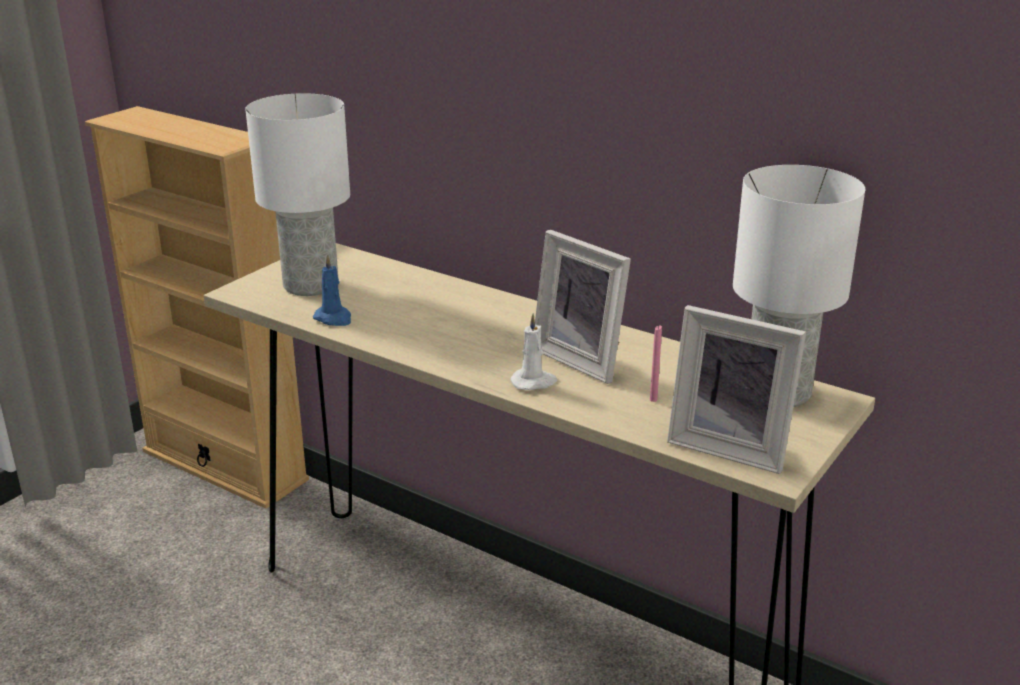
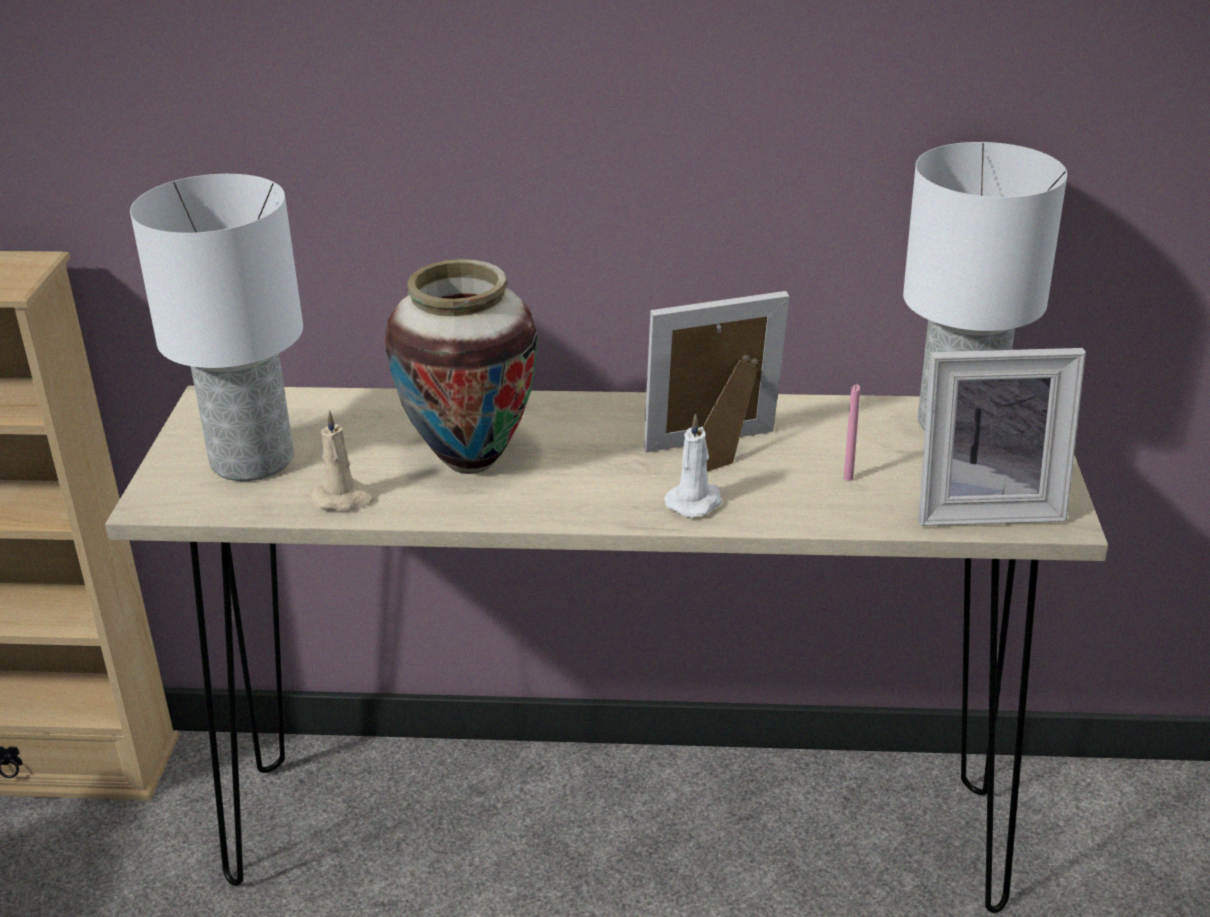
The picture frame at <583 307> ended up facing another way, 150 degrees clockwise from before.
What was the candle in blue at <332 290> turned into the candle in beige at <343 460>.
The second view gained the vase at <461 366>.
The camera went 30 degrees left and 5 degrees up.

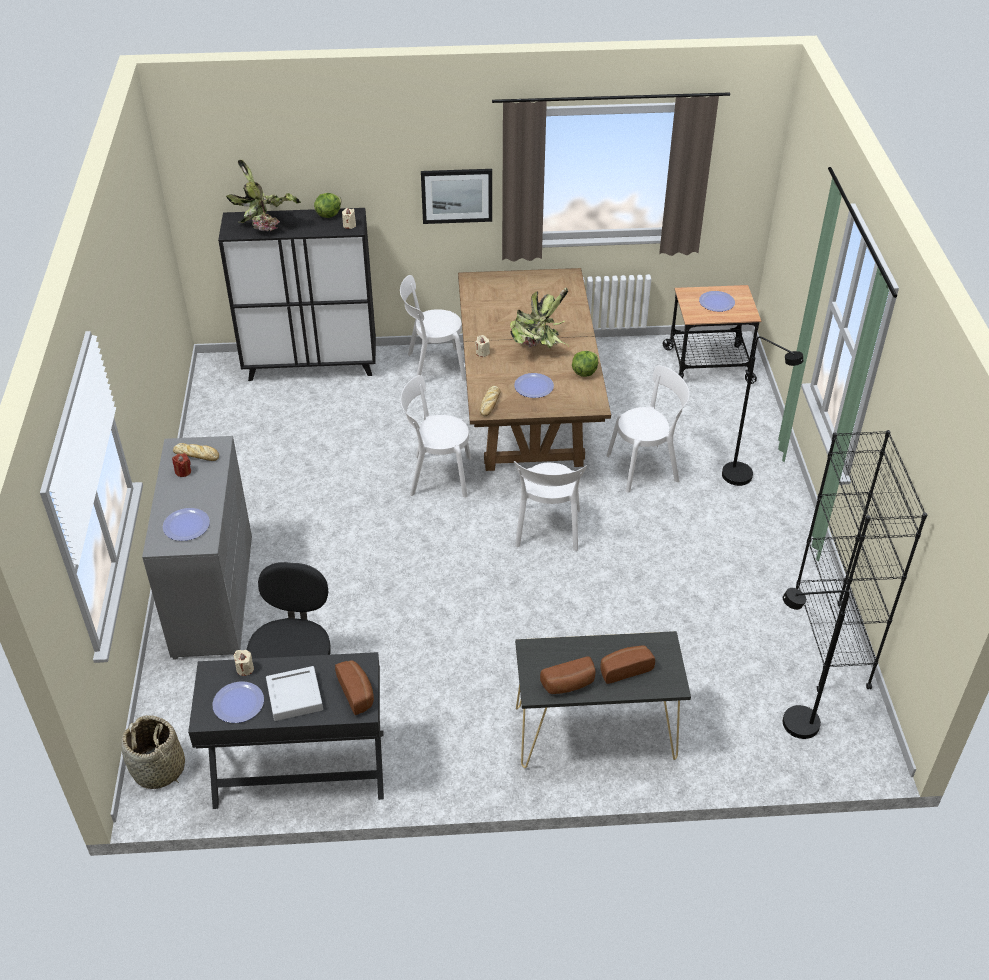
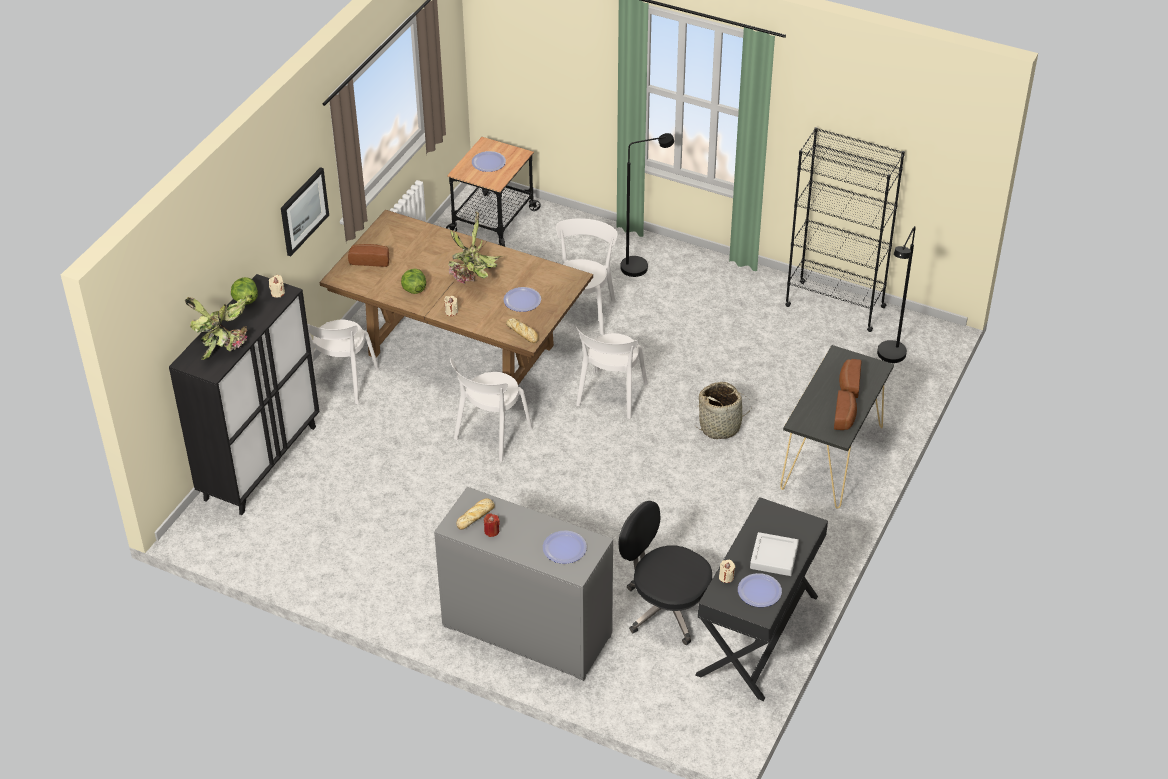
The lettuce ended up elsewhere, having gone from <585 364> to <413 281>.
The chair in white at <550 506> ended up facing another way, 75 degrees clockwise from before.
The bread ended up elsewhere, having gone from <354 687> to <368 255>.
The basket ended up elsewhere, having gone from <153 752> to <723 410>.
The camera went 60 degrees left and 0 degrees up.

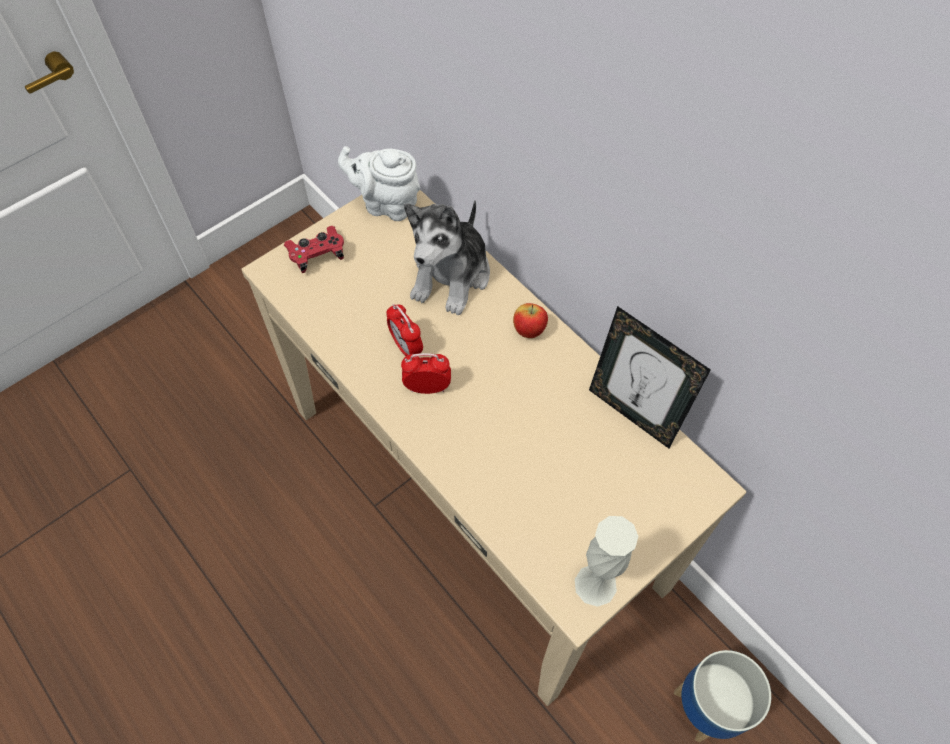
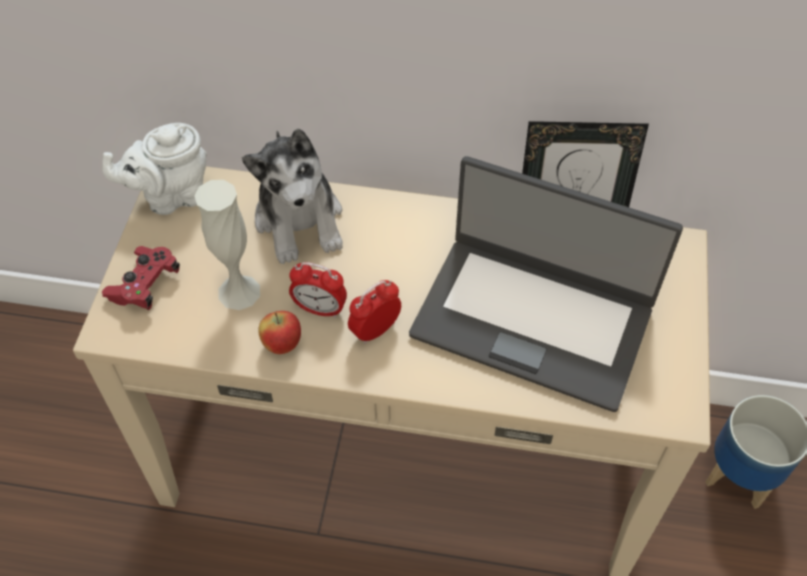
The apple ended up elsewhere, having gone from <530 320> to <279 332>.
The vase in white ended up elsewhere, having gone from <606 561> to <227 245>.
The second view gained the laptop at <546 284>.
The camera went 40 degrees left and 5 degrees down.

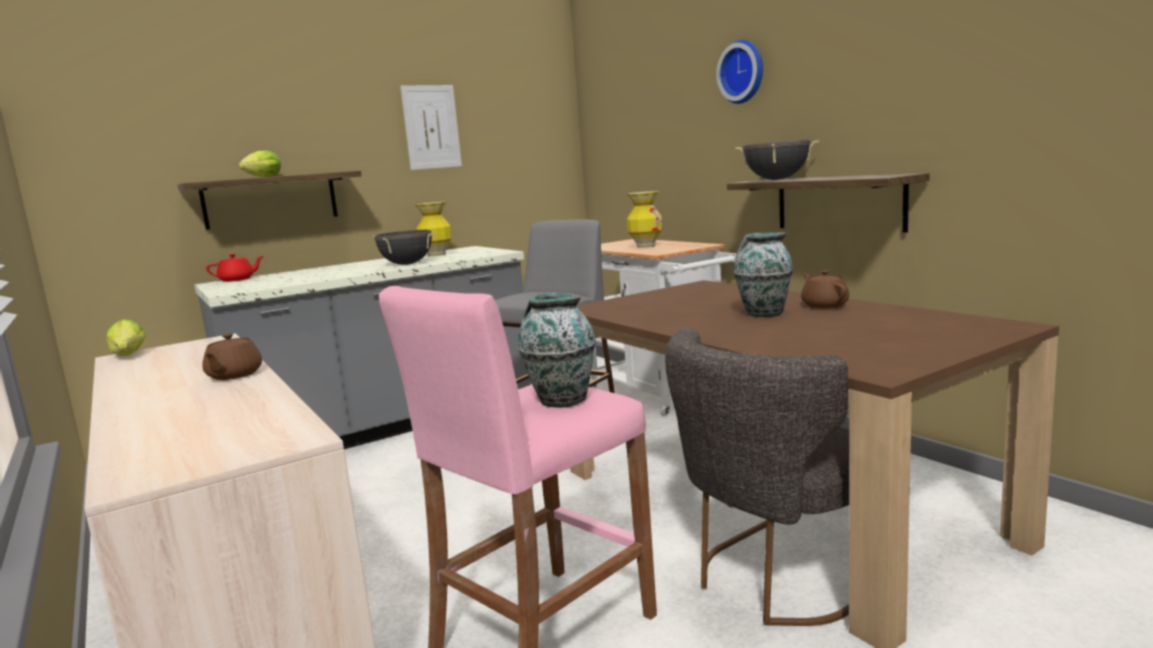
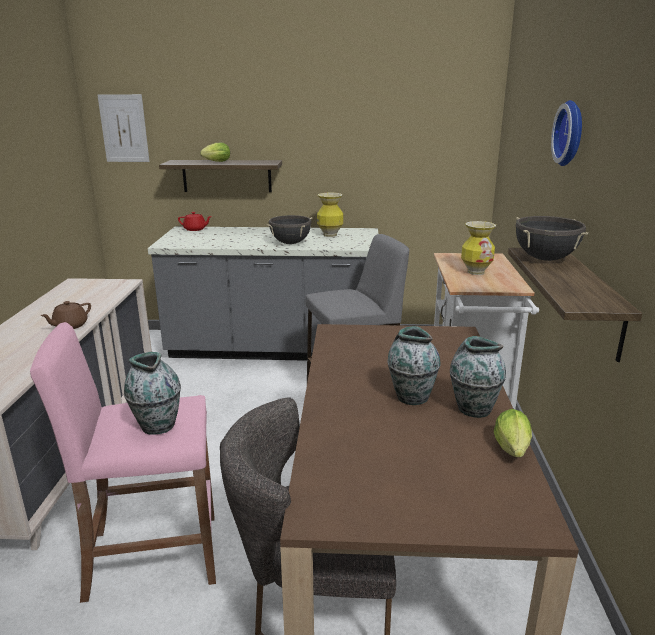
The picture ended up elsewhere, having gone from <431 127> to <123 128>.
Where the teapot in brown stood at <825 289>, the vase came to stand at <478 377>.
The lettuce ended up elsewhere, having gone from <126 337> to <513 433>.
The camera went 35 degrees right and 10 degrees up.

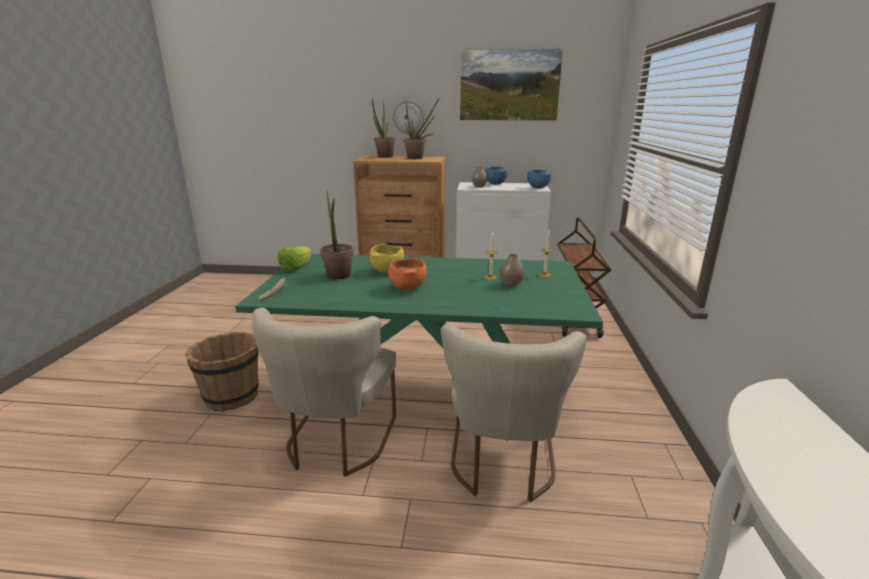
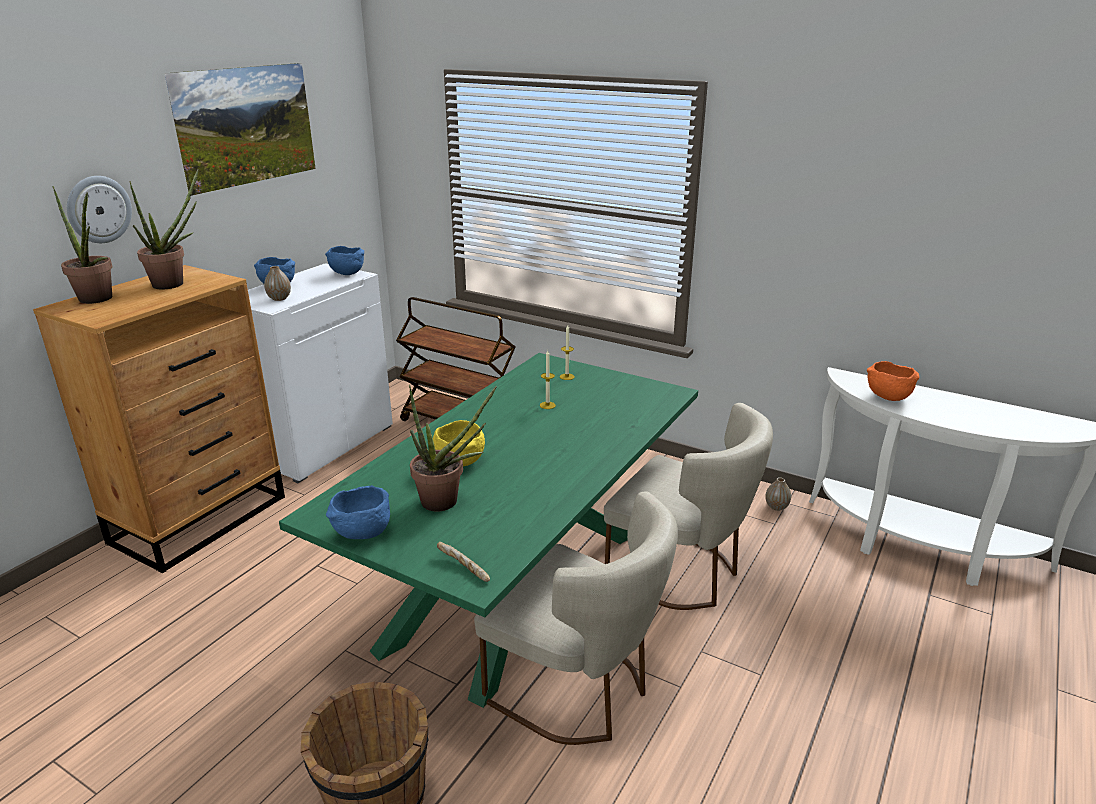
Where the lettuce stood at <294 258>, the bowl in blue came to stand at <358 512>.
The vase ended up elsewhere, having gone from <512 270> to <778 494>.
The bowl in orange ended up elsewhere, having gone from <407 274> to <893 381>.
The camera went 65 degrees left and 5 degrees up.

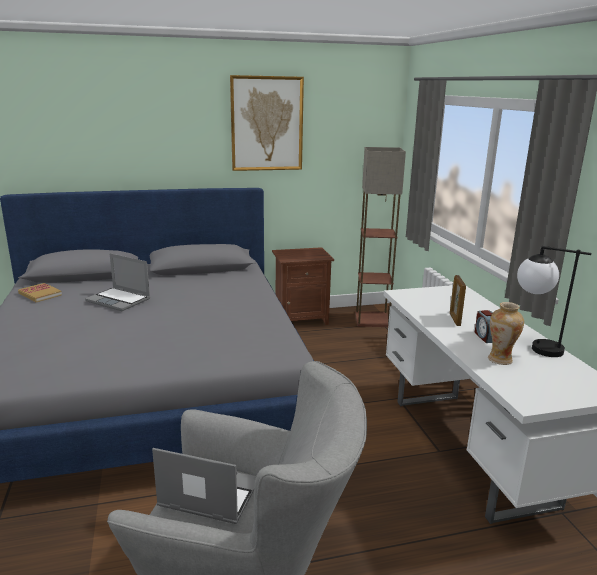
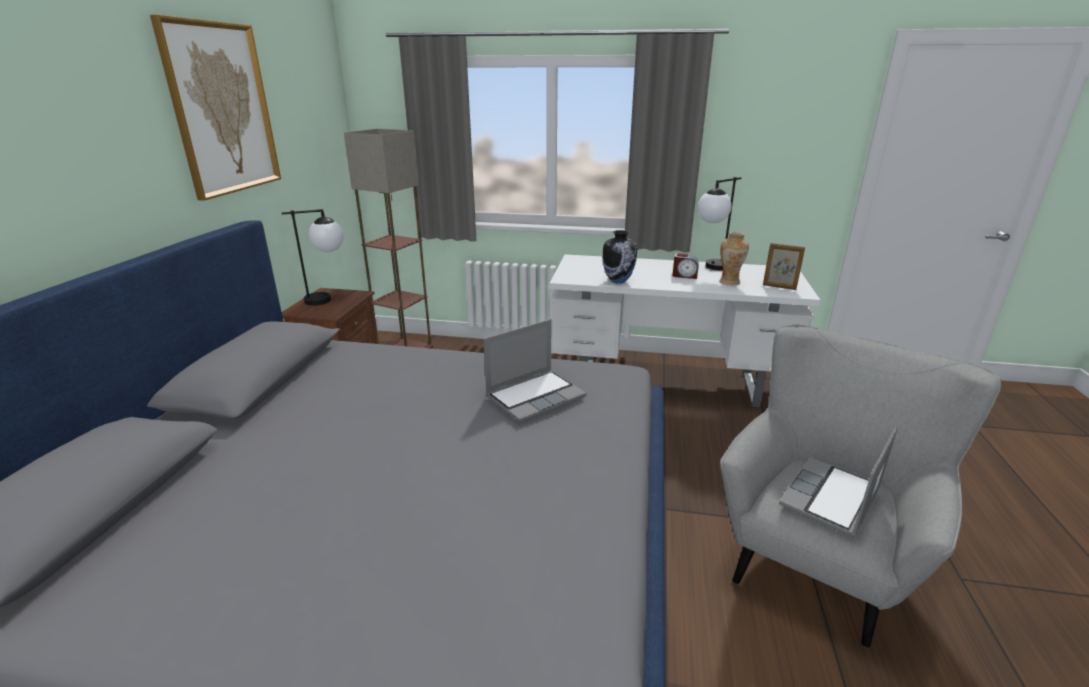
The laptop ended up elsewhere, having gone from <117 282> to <534 371>.
The picture frame ended up elsewhere, having gone from <458 300> to <784 266>.
The second view lost the book at <40 292>.
The second view gained the table lamp at <312 257>.
The second view gained the vase at <619 257>.
The camera went 65 degrees left and 5 degrees up.

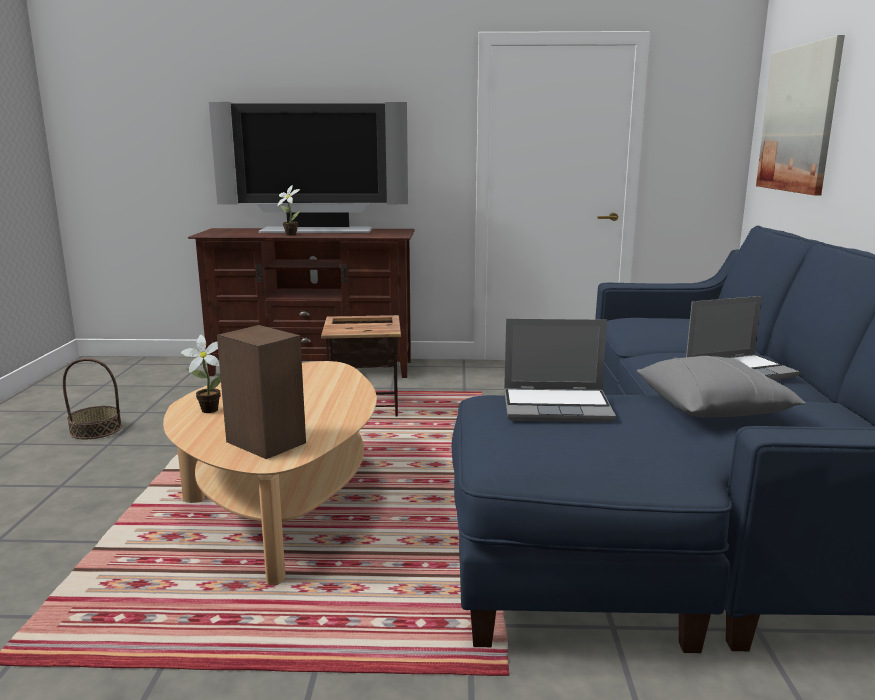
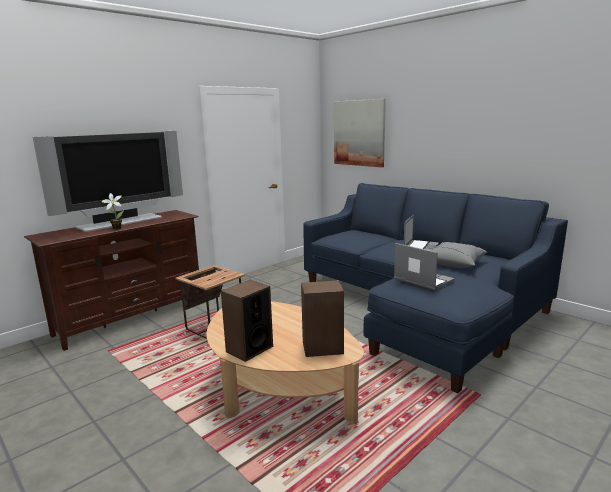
The laptop at <560 370> ended up facing another way, 90 degrees counterclockwise from before.
Where the potted plant stood at <201 374>, the speaker came to stand at <247 321>.
The second view lost the basket at <92 398>.
The camera went 45 degrees left and 0 degrees up.

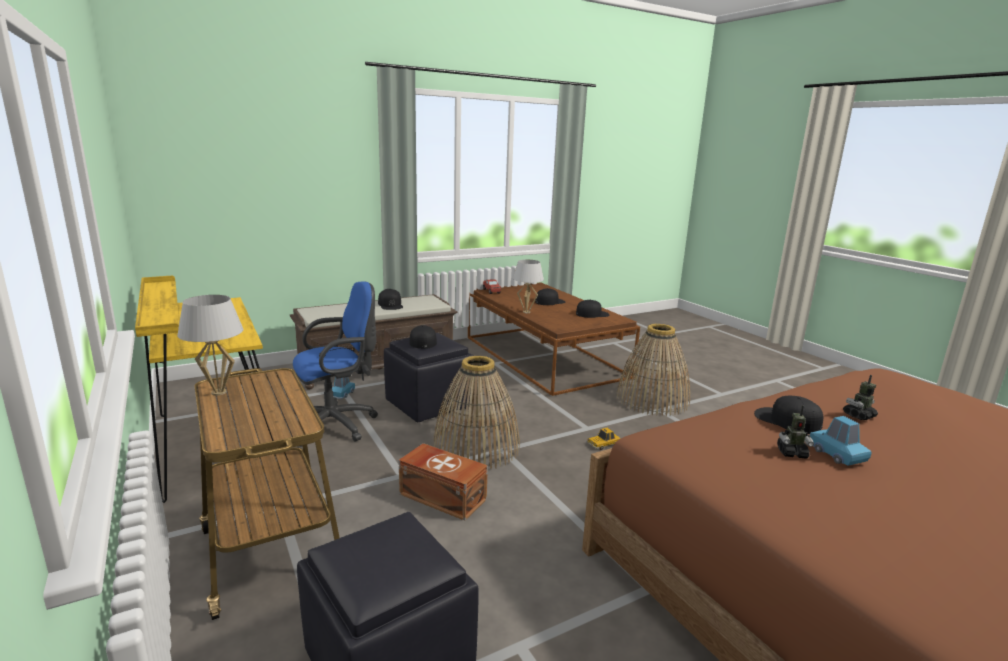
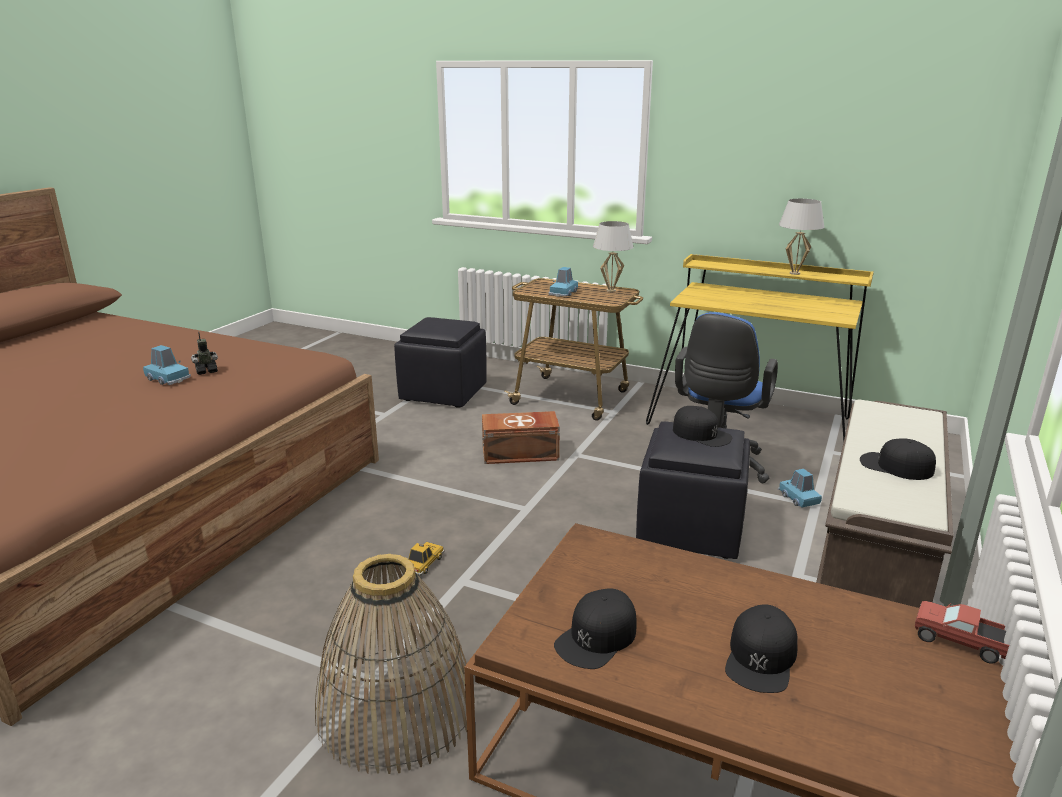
The table lamp in white ended up elsewhere, having gone from <528 286> to <801 237>.
The second view lost the basket at <476 412>.
The second view lost the toy robot at <860 397>.
The second view lost the cap in black at <788 415>.
The second view gained the toy car in blue at <563 282>.
The camera went 145 degrees right and 5 degrees up.

